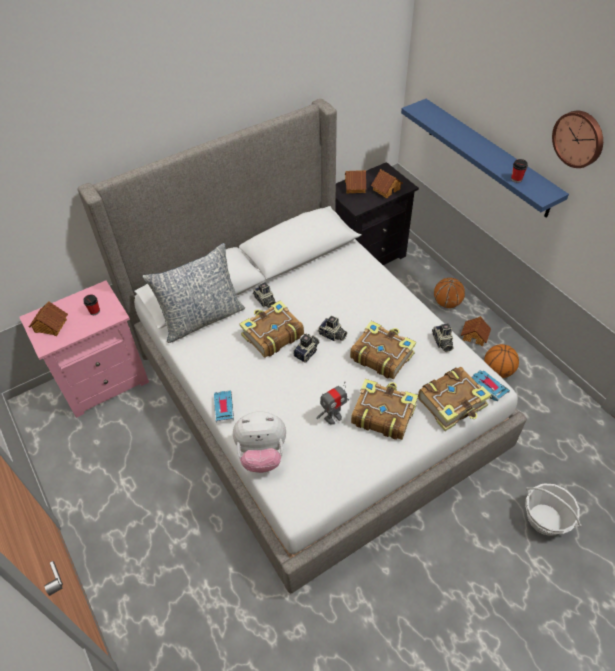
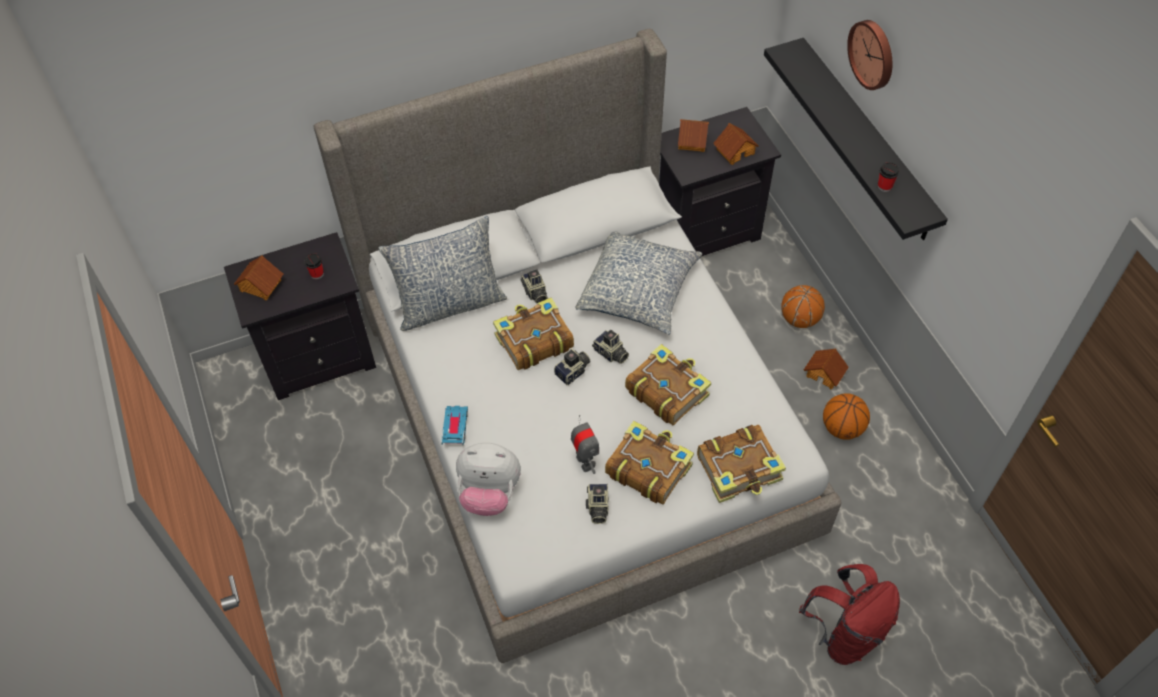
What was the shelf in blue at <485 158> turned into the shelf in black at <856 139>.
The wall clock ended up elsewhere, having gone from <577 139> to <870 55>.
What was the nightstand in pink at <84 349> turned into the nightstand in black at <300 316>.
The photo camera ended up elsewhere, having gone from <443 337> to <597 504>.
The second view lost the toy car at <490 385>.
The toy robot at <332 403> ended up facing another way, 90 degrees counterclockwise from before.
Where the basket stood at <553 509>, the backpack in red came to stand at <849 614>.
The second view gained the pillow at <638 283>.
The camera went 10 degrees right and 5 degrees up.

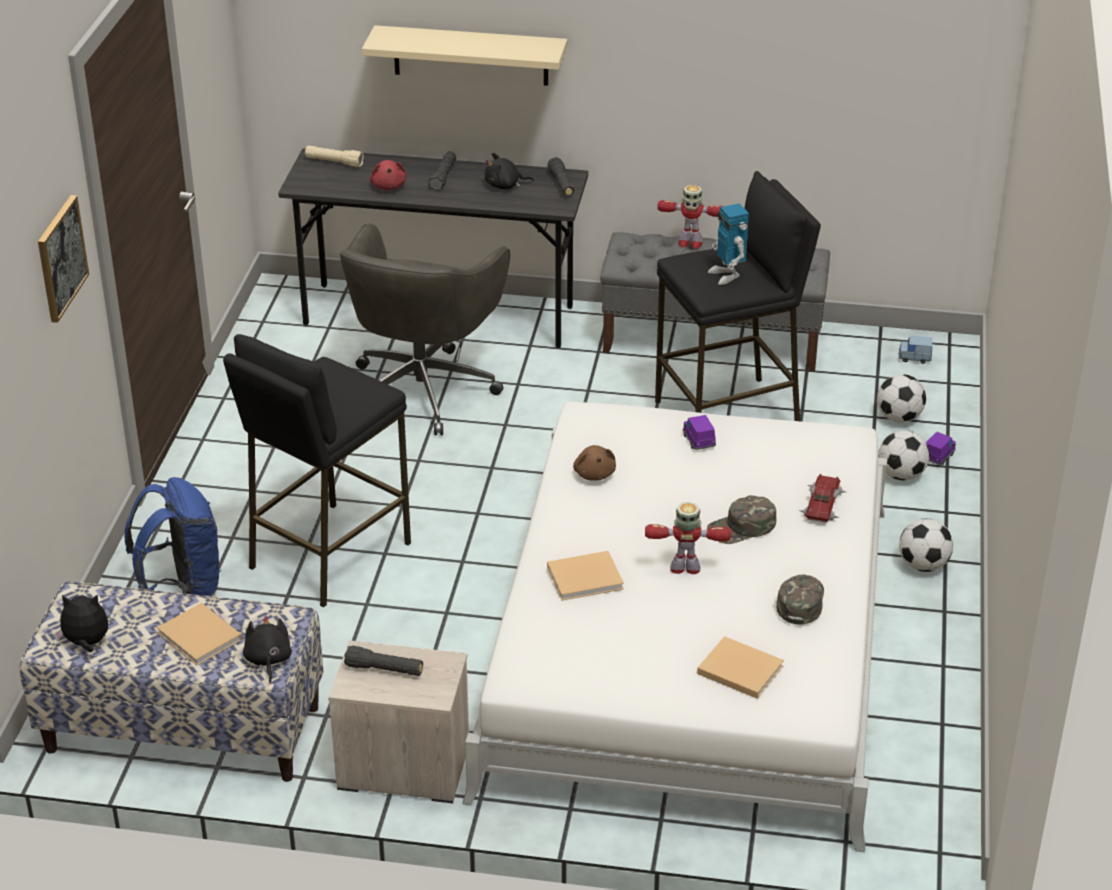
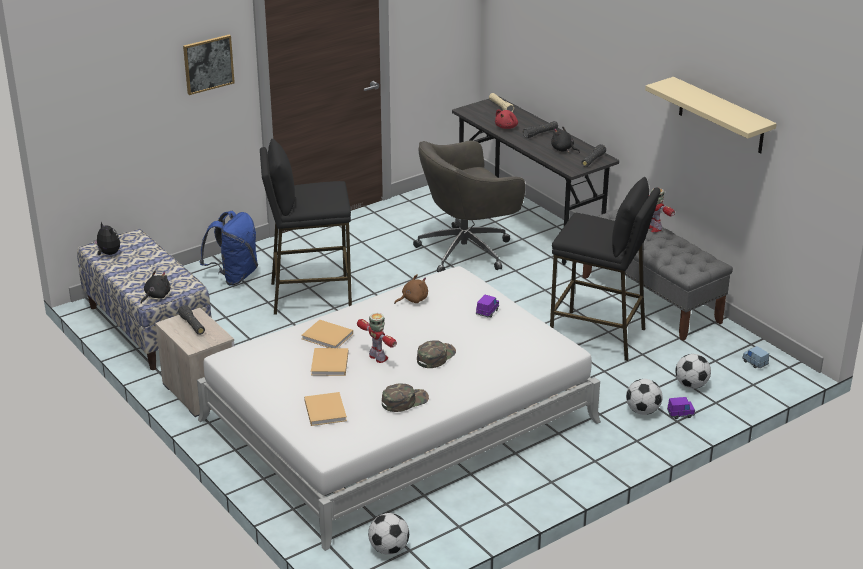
The shelf in beige ended up elsewhere, having gone from <464 55> to <711 115>.
The second view lost the toy robot at <728 244>.
The plush toy in brown at <594 463> ended up facing another way, 150 degrees counterclockwise from before.
The second view lost the toy car at <822 498>.
The cap in green at <741 519> ended up facing another way, 105 degrees clockwise from before.
The football ended up elsewhere, having gone from <926 545> to <388 534>.
The book in beige ended up elsewhere, having gone from <199 634> to <329 362>.
The camera went 45 degrees right and 5 degrees down.

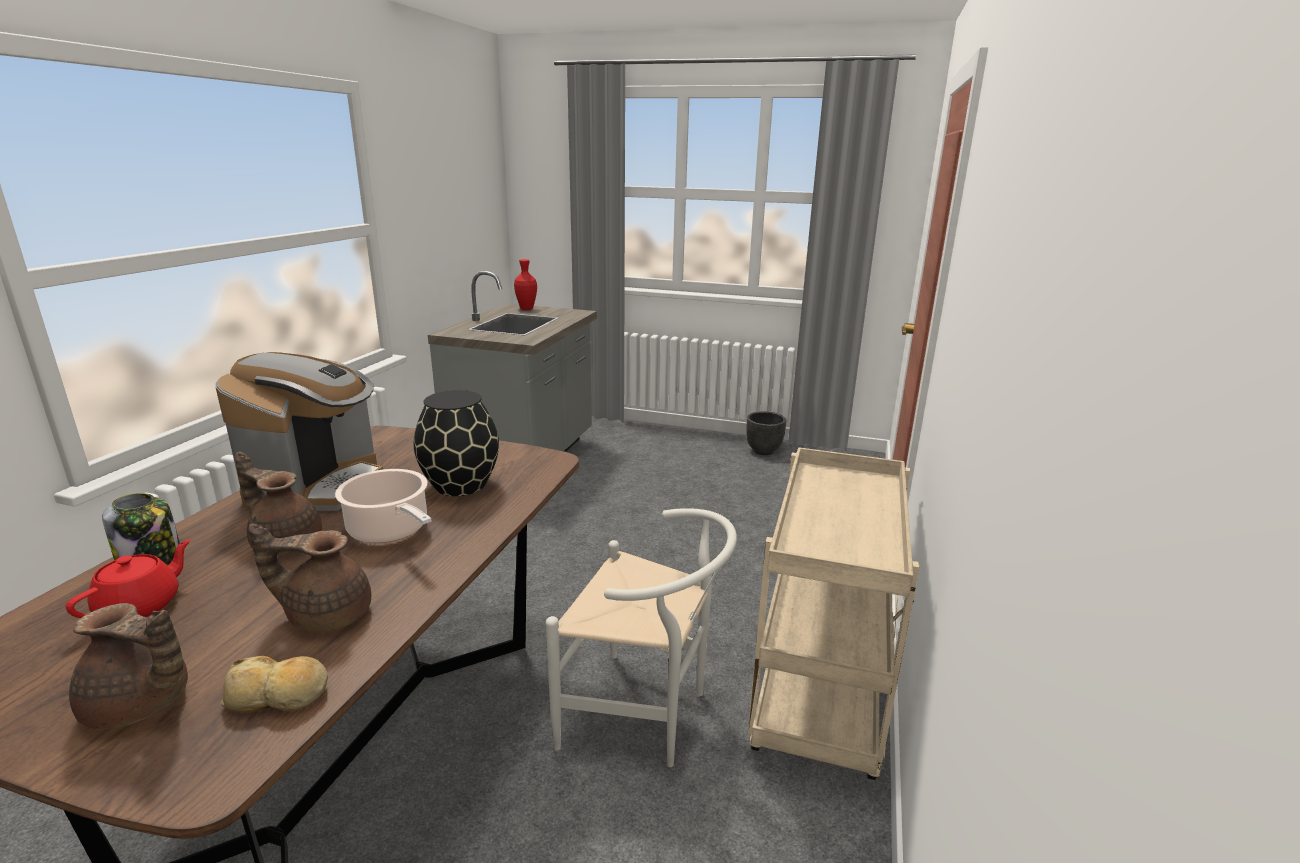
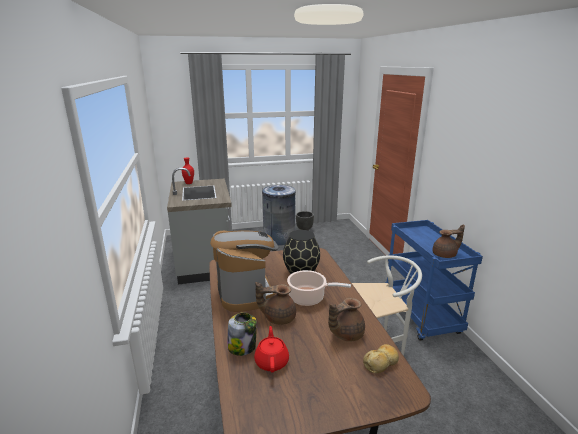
What was the cart in beige at <833 613> turned into the cart in blue at <434 280>.
The teapot in brown ended up elsewhere, having gone from <128 666> to <449 241>.
The second view gained the trash can in grey at <279 215>.
The camera went 30 degrees left and 0 degrees up.

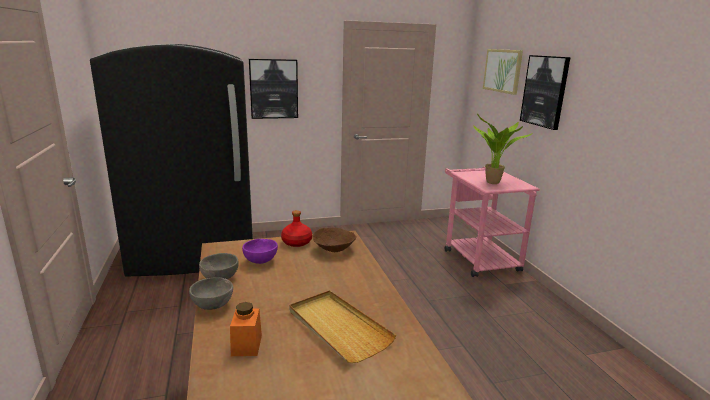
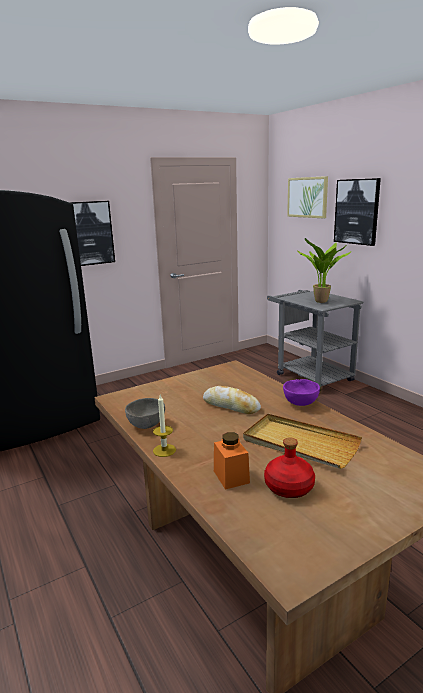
What was the cart in pink at <492 222> turned into the cart in grey at <315 338>.
The bottle in red ended up elsewhere, having gone from <296 228> to <289 467>.
The second view lost the bowl in brown at <335 239>.
The bowl in purple ended up elsewhere, having gone from <260 251> to <301 392>.
Where the bowl in grey stood at <211 293>, the candle came to stand at <164 426>.
The second view gained the bread at <232 400>.
The camera went 15 degrees left and 0 degrees up.

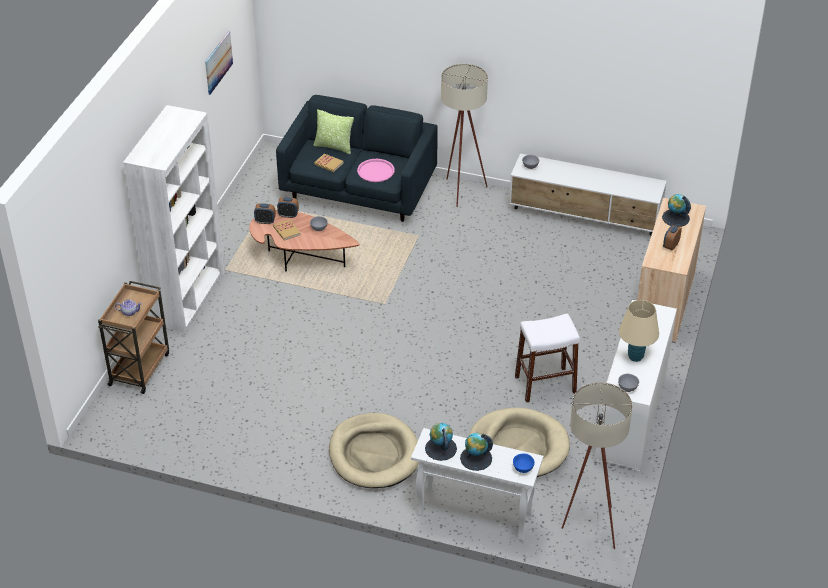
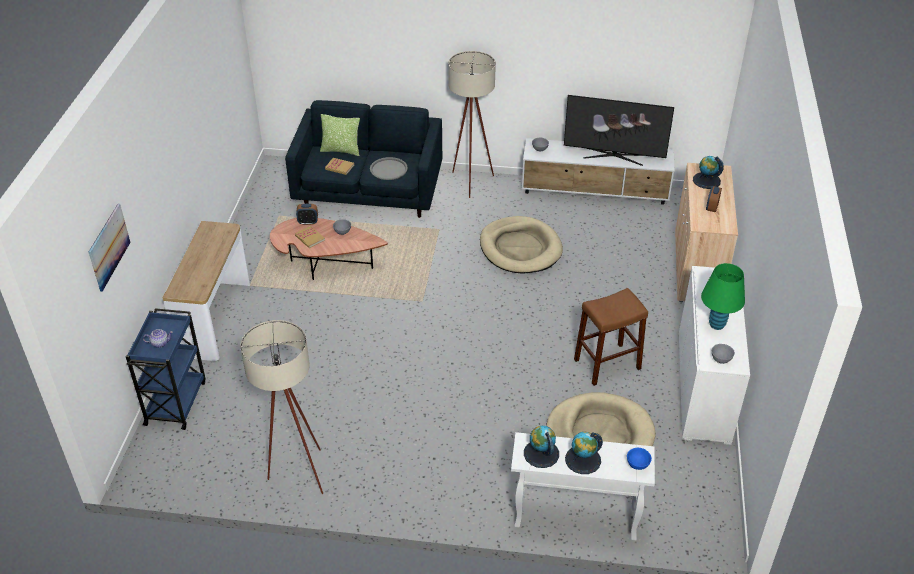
The picture ended up elsewhere, having gone from <219 63> to <109 247>.
Where the bookcase in white stood at <174 219>, the console table came to stand at <206 291>.
What was the tray in pink at <376 170> turned into the tray in grey at <389 168>.
The second view lost the alarm clock at <265 213>.
What was the cart in brown at <133 337> turned into the cart in blue at <165 369>.
What was the table lamp in beige at <639 331> turned into the table lamp in green at <723 296>.
What was the stool in white at <547 358> turned into the stool in brown at <611 337>.
The floor lamp in beige ended up elsewhere, having gone from <597 465> to <281 407>.
The dog bed in beige ended up elsewhere, having gone from <374 450> to <521 245>.
The second view gained the television at <619 130>.
The camera went 10 degrees left and 0 degrees up.

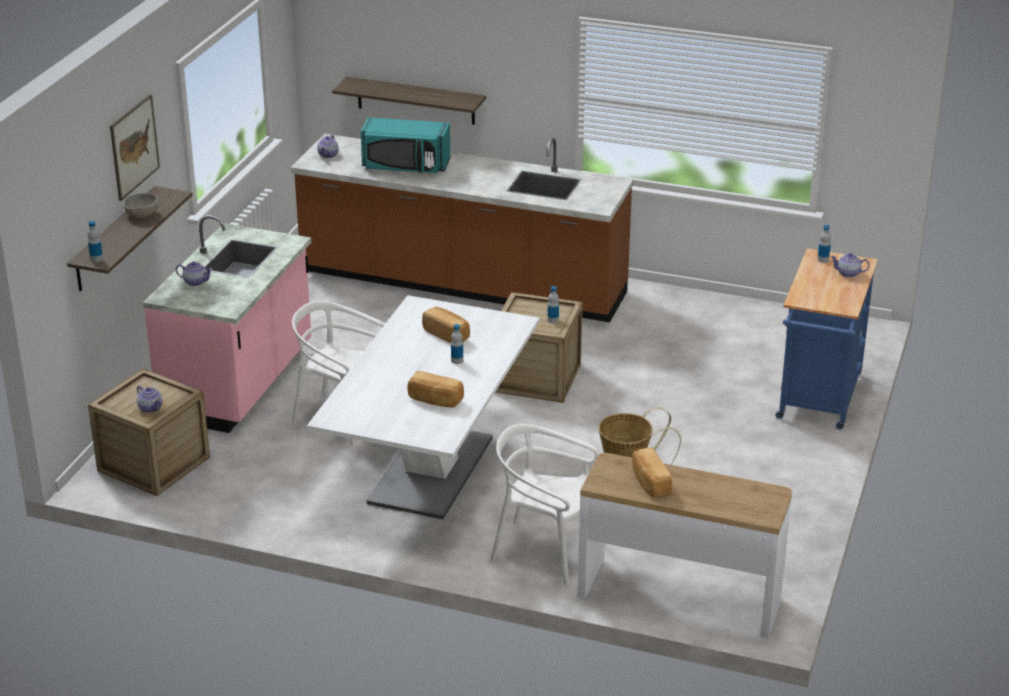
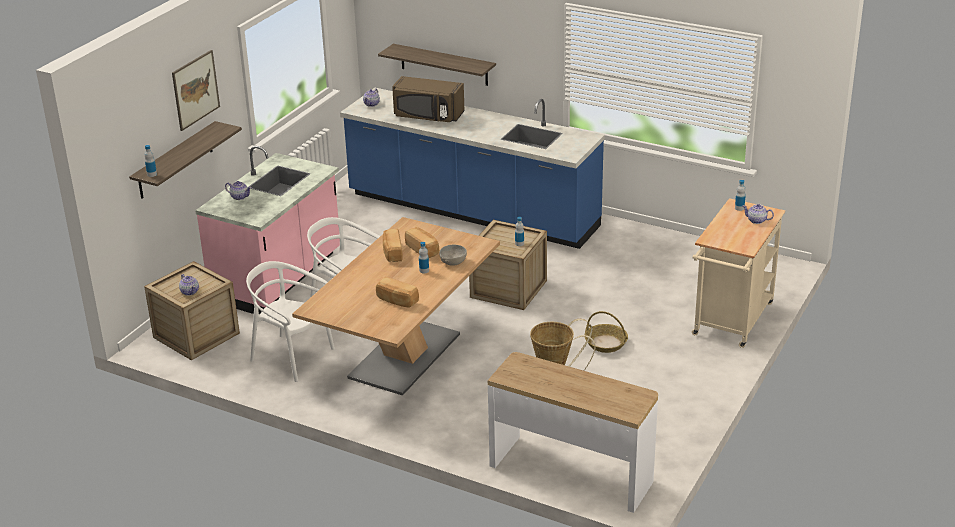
What was the microwave in turquoise at <405 145> turned into the microwave in brown at <428 99>.
What was the counter in brown at <462 228> turned into the counter in blue at <472 168>.
The bowl in grey ended up elsewhere, having gone from <141 205> to <453 255>.
What was the cart in blue at <827 339> turned into the cart in beige at <738 273>.
What was the dining table in white at <423 407> turned into the dining table in brown at <396 306>.
The chair in white ended up elsewhere, having gone from <545 504> to <290 321>.
The bread ended up elsewhere, having gone from <652 472> to <393 245>.
The second view gained the basket at <606 332>.
The camera went 10 degrees right and 0 degrees up.

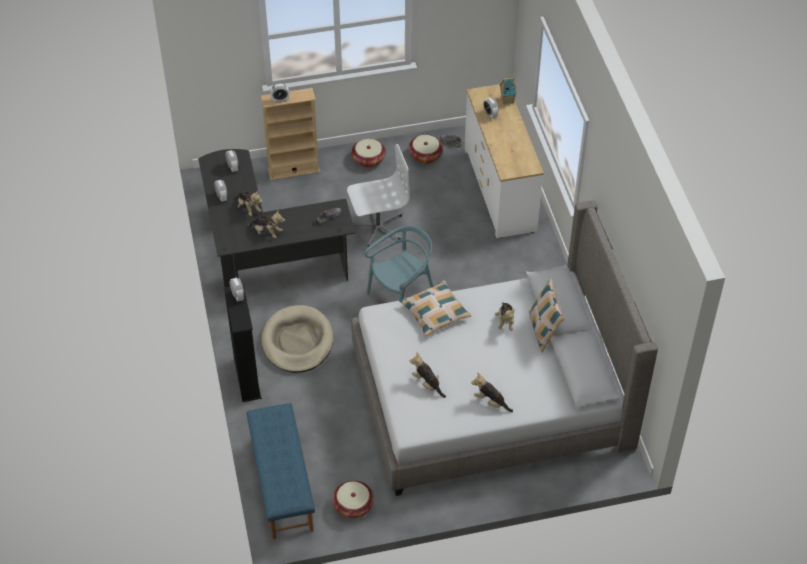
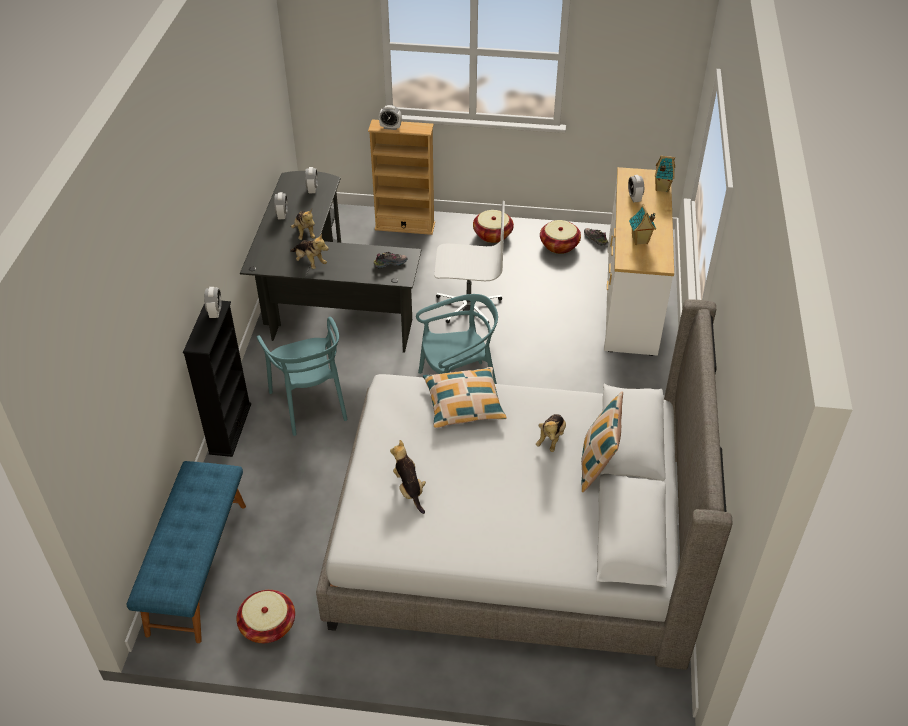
Where the dog bed in beige stood at <297 339>, the chair in turquoise came to stand at <301 376>.
The second view lost the plush toy at <492 392>.
The second view gained the toy house at <642 224>.
The camera went 20 degrees right and 5 degrees down.

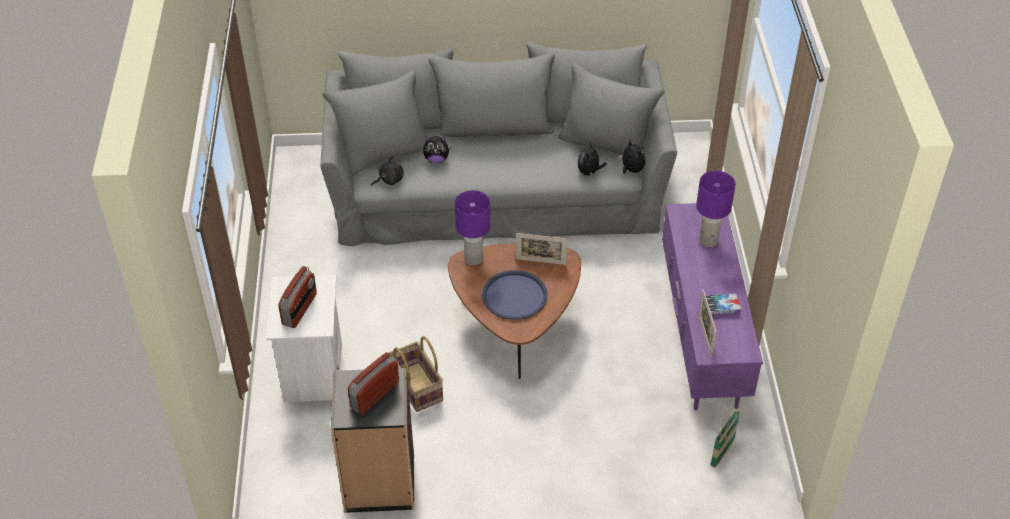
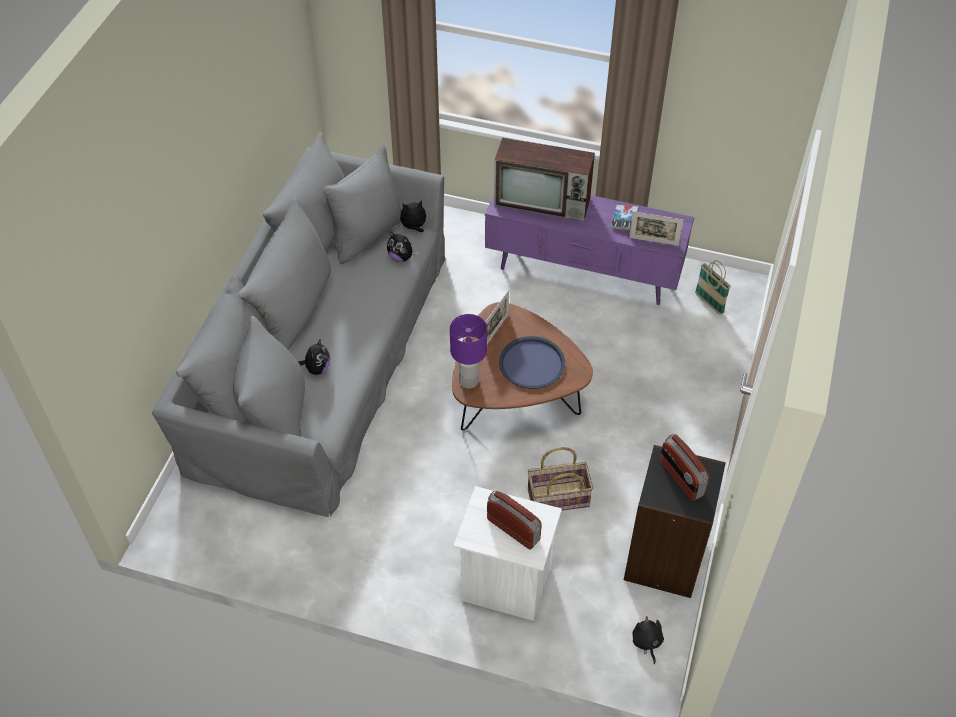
The plush toy in black ended up elsewhere, having gone from <387 171> to <648 640>.
Where the table lamp in purple stood at <716 209>, the television came to stand at <544 179>.
The camera went 70 degrees left and 5 degrees up.

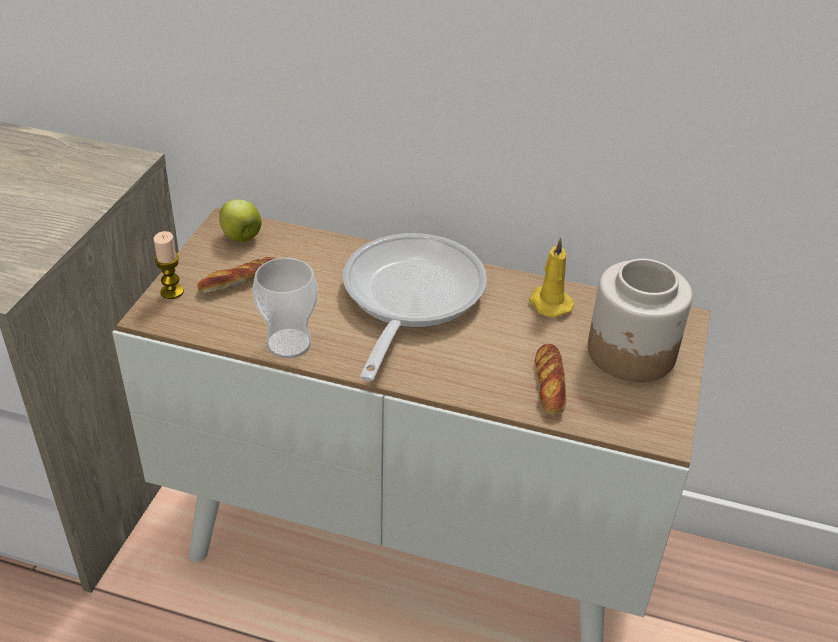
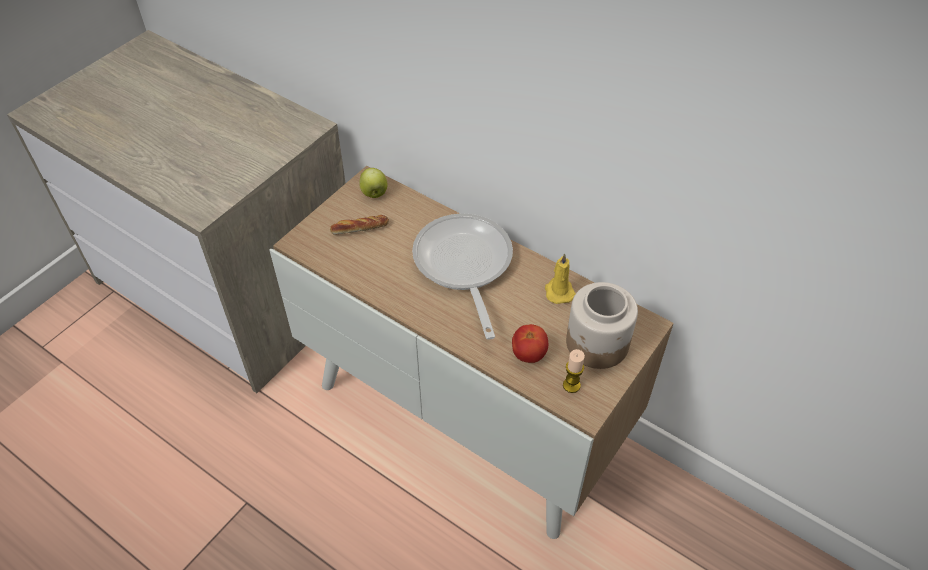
The candle ended up elsewhere, having gone from <169 265> to <574 371>.
The frying pan at <415 307> ended up facing another way, 45 degrees counterclockwise from before.
The second view lost the cup at <285 308>.
Where the bread stood at <550 379>, the tomato came to stand at <530 343>.
The camera went 20 degrees right and 10 degrees up.

